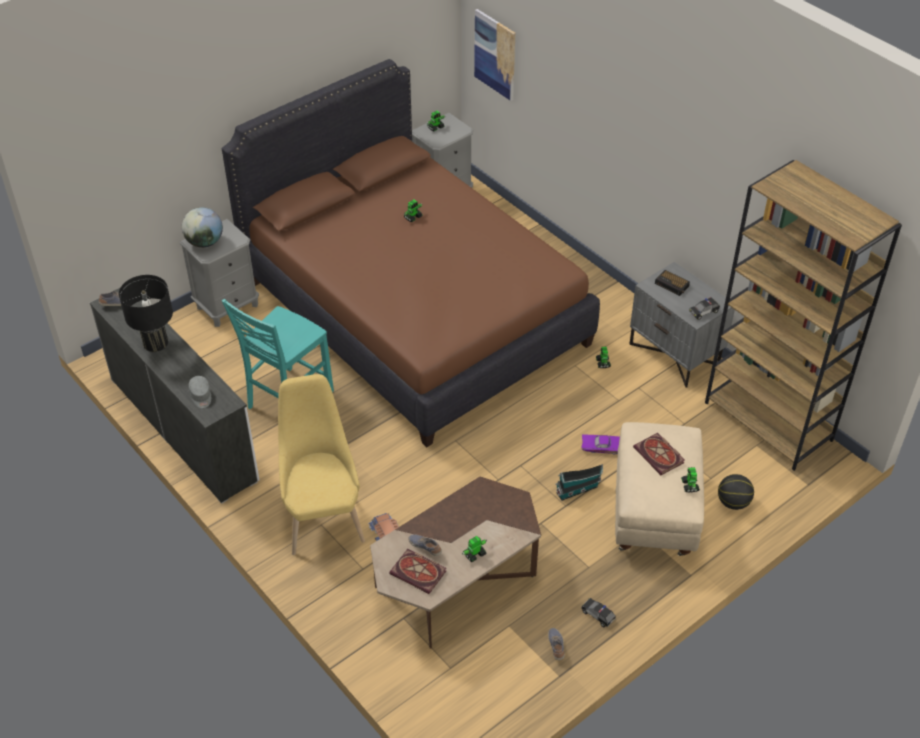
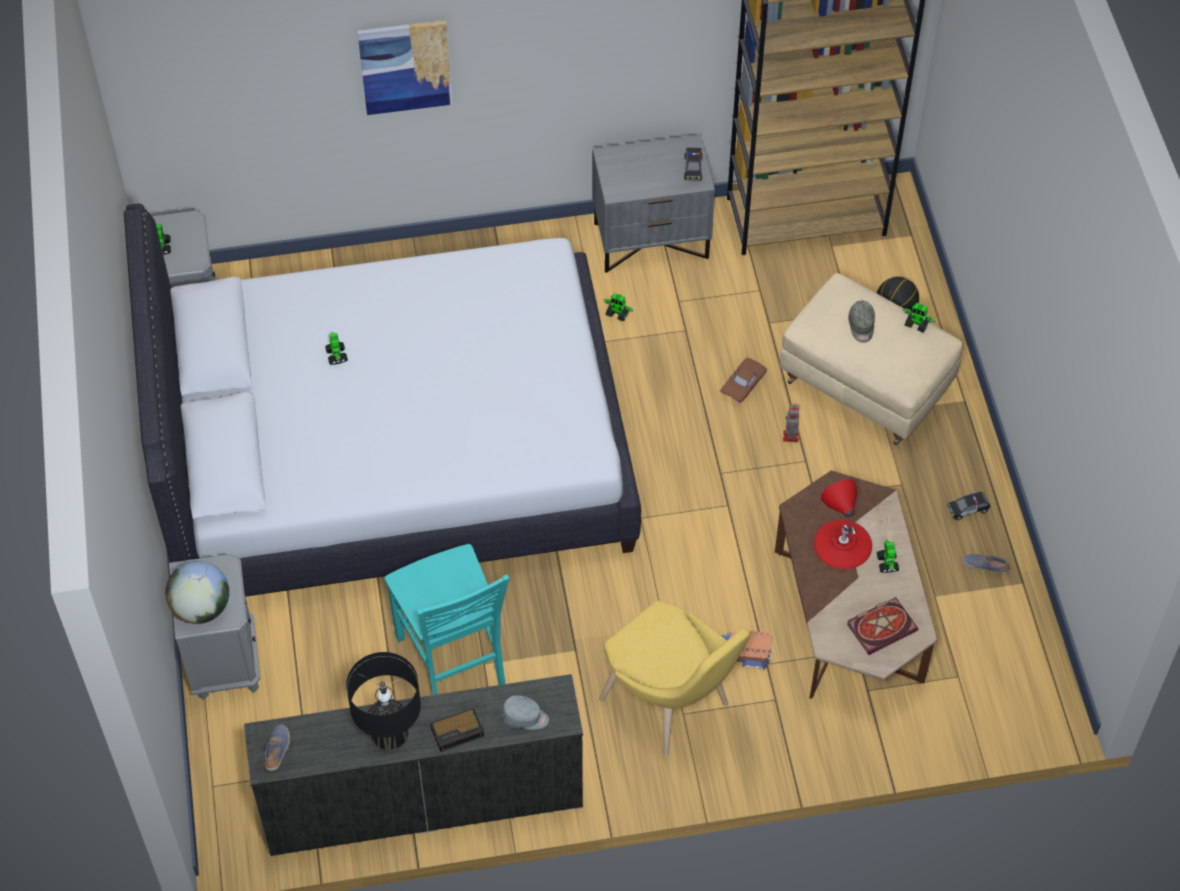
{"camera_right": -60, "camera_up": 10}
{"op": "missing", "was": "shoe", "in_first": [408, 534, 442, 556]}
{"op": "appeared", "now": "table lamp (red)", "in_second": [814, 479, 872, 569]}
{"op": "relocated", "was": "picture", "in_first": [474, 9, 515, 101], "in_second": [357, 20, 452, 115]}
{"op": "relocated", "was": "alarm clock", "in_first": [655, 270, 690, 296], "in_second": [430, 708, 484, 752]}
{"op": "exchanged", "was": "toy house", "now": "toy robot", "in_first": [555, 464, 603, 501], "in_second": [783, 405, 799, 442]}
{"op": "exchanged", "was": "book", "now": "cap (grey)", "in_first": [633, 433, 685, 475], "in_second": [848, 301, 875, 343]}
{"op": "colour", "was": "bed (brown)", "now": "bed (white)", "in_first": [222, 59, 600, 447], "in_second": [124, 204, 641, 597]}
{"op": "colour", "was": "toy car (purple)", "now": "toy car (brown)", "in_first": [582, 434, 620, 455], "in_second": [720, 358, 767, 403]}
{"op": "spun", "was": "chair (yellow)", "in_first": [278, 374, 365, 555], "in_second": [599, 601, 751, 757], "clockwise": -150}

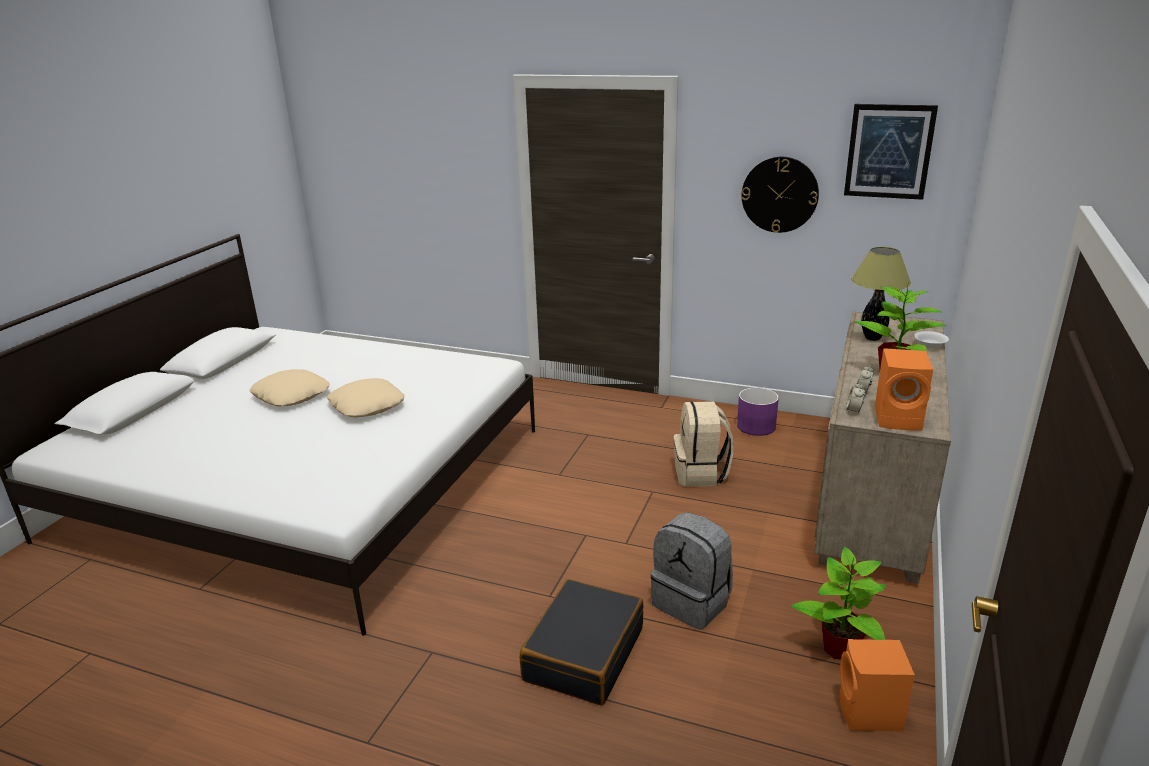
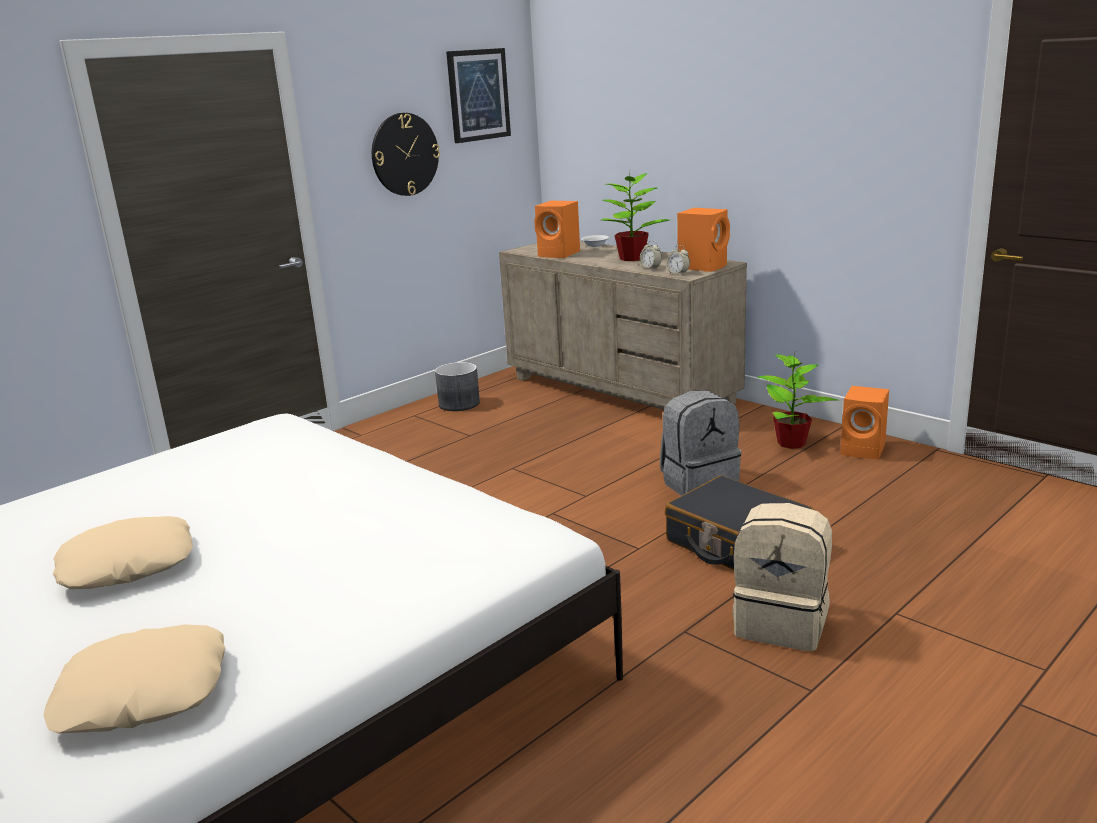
{"camera_right": -65, "camera_up": -5}
{"op": "relocated", "was": "pillow (beige)", "in_first": [326, 378, 405, 418], "in_second": [43, 625, 225, 733]}
{"op": "relocated", "was": "backpack (beige)", "in_first": [674, 401, 733, 487], "in_second": [732, 503, 832, 651]}
{"op": "exchanged", "was": "table lamp", "now": "speaker (orange)", "in_first": [851, 247, 911, 341], "in_second": [534, 201, 580, 258]}
{"op": "colour", "was": "planter (purple)", "now": "planter (grey)", "in_first": [737, 387, 779, 436], "in_second": [435, 362, 480, 411]}

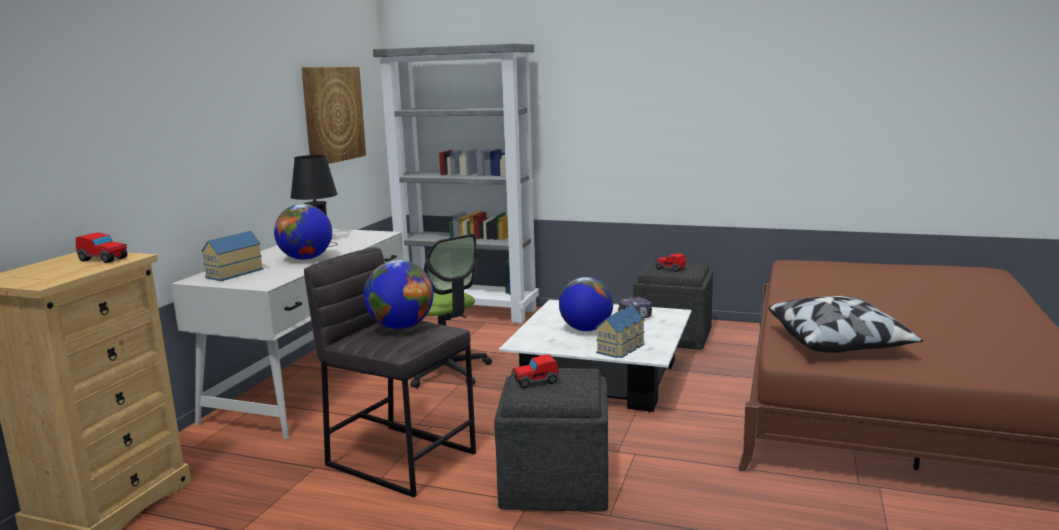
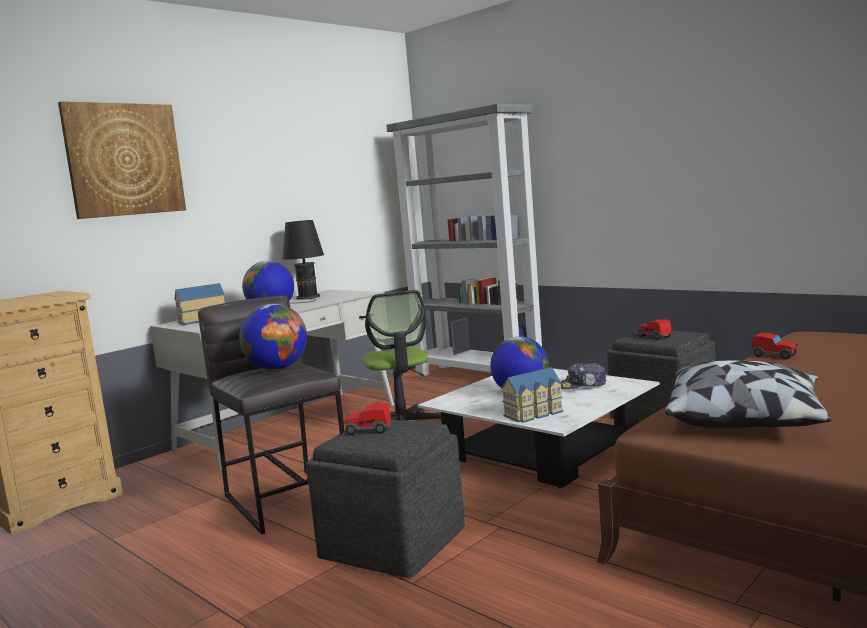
{"camera_right": 25, "camera_up": -5}
{"op": "relocated", "was": "toy car", "in_first": [76, 233, 127, 263], "in_second": [752, 333, 798, 360]}
{"op": "relocated", "was": "picture", "in_first": [301, 67, 366, 164], "in_second": [58, 101, 186, 219]}

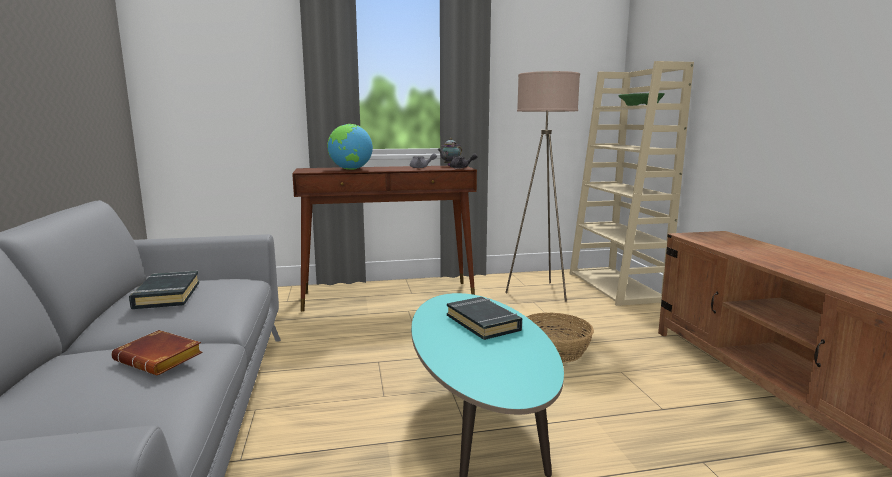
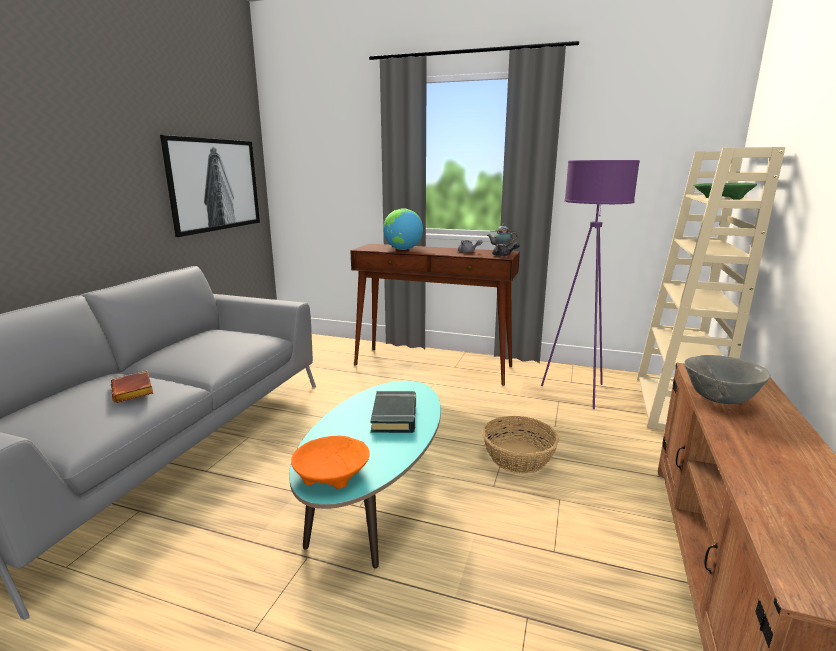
{"camera_right": 30, "camera_up": 5}
{"op": "missing", "was": "book (black)", "in_first": [129, 271, 200, 309]}
{"op": "appeared", "now": "picture", "in_second": [160, 135, 260, 237]}
{"op": "appeared", "now": "bowl (orange)", "in_second": [291, 436, 370, 489]}
{"op": "appeared", "now": "bowl (grey)", "in_second": [684, 355, 770, 404]}
{"op": "colour", "was": "floor lamp (beige)", "now": "floor lamp (purple)", "in_first": [505, 71, 580, 302], "in_second": [541, 160, 640, 409]}

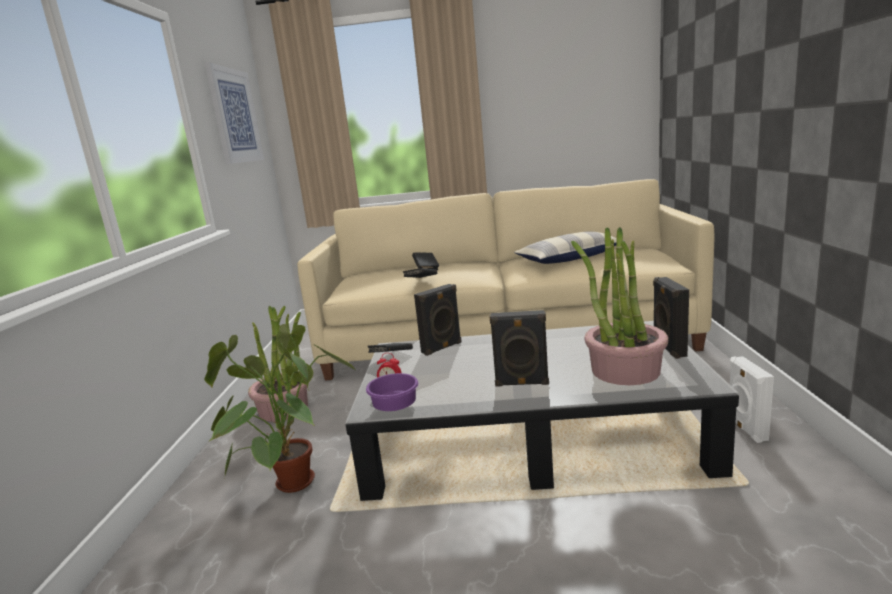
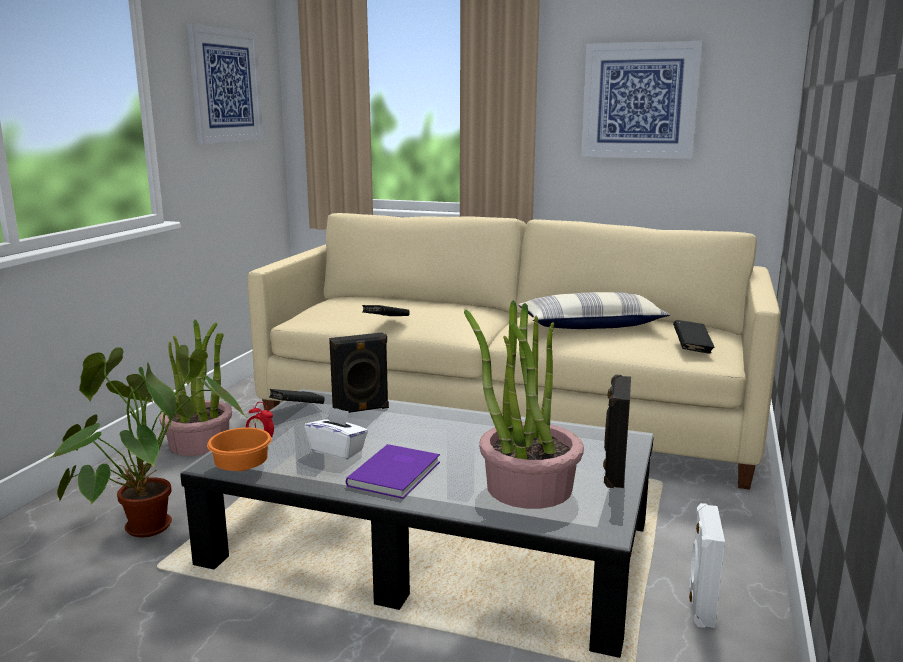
{"camera_right": 15, "camera_up": 0}
{"op": "appeared", "now": "tissue box (white)", "in_second": [304, 407, 368, 460]}
{"op": "appeared", "now": "picture", "in_second": [581, 41, 702, 159]}
{"op": "relocated", "was": "book (black)", "in_first": [412, 253, 439, 270], "in_second": [673, 320, 714, 354]}
{"op": "exchanged", "was": "speaker (black)", "now": "book (purple)", "in_first": [490, 310, 549, 387], "in_second": [346, 444, 440, 499]}
{"op": "colour", "was": "bowl (purple)", "now": "bowl (orange)", "in_first": [366, 373, 418, 411], "in_second": [207, 428, 272, 471]}

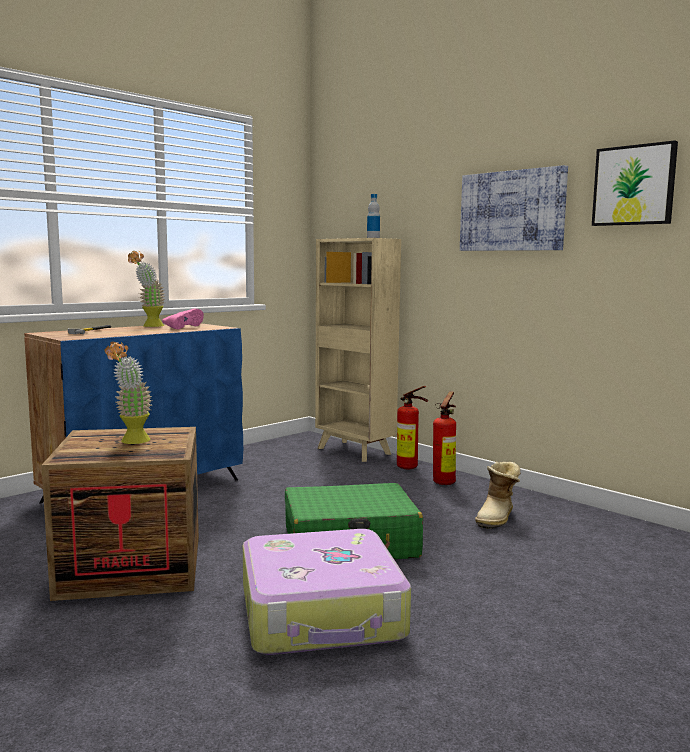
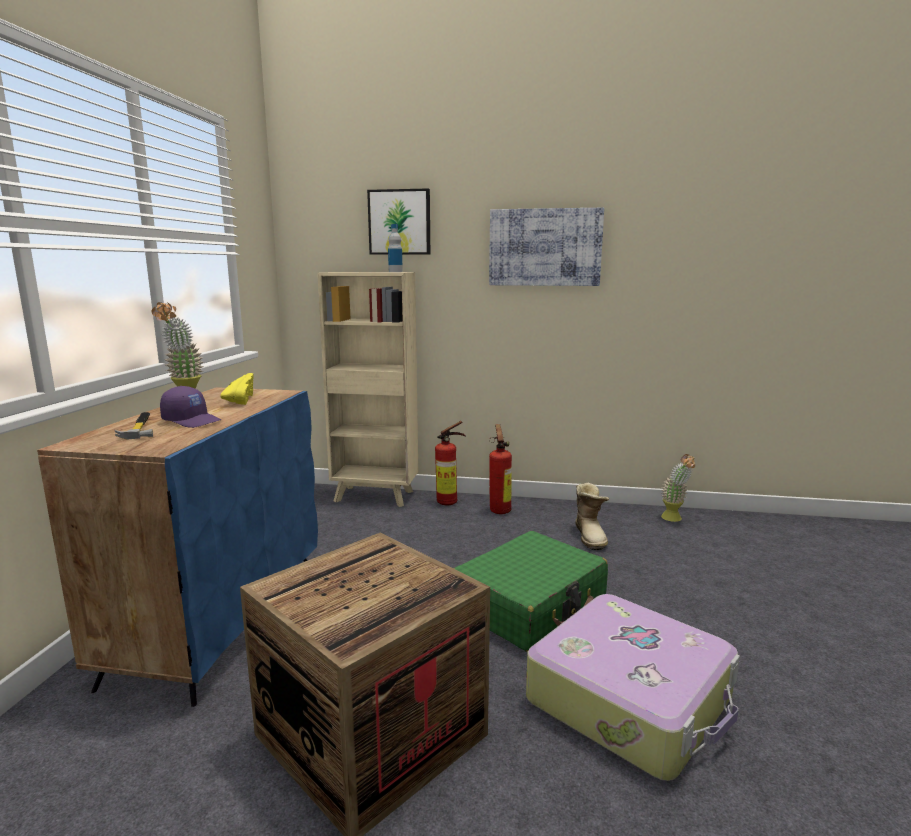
{"camera_right": -35, "camera_up": 5}
{"op": "appeared", "now": "cap (purple)", "in_second": [160, 386, 221, 428]}
{"op": "relocated", "was": "potted plant", "in_first": [105, 341, 152, 444], "in_second": [661, 454, 695, 522]}
{"op": "relocated", "was": "picture", "in_first": [592, 140, 678, 226], "in_second": [367, 188, 430, 255]}
{"op": "colour", "was": "shoe (pink)", "now": "shoe (yellow)", "in_first": [162, 309, 204, 329], "in_second": [221, 373, 253, 405]}

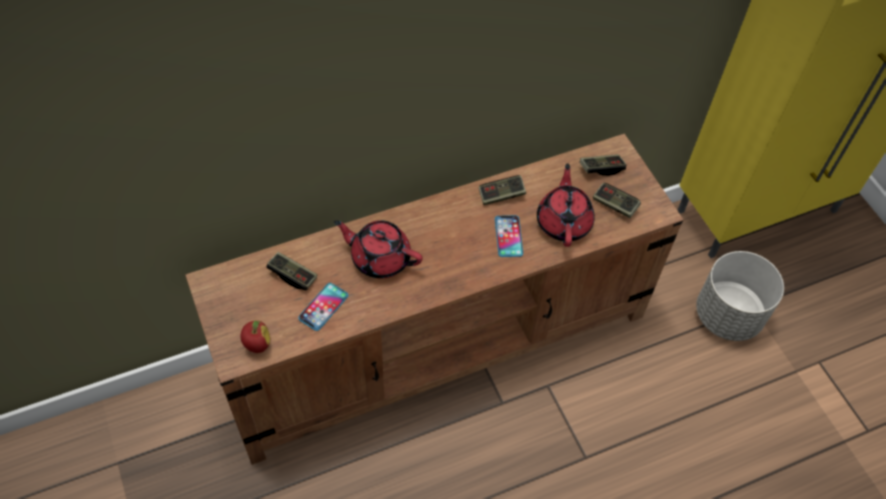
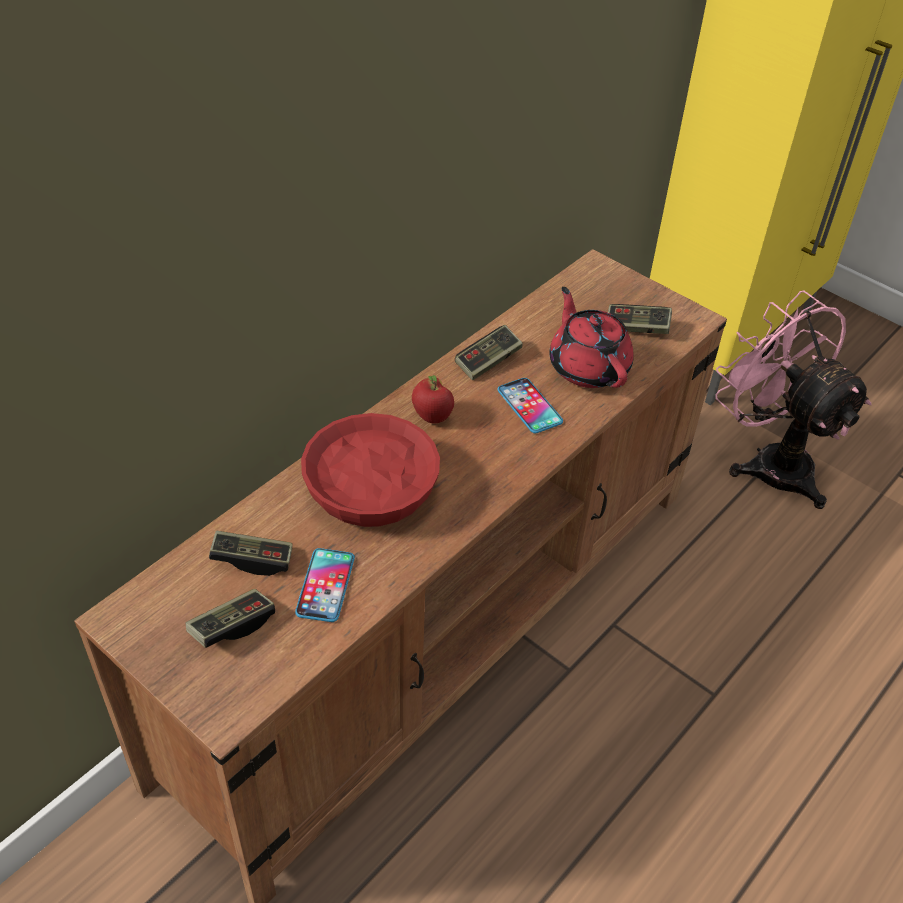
{"camera_right": -25, "camera_up": -10}
{"op": "relocated", "was": "apple", "in_first": [240, 320, 270, 353], "in_second": [412, 375, 454, 424]}
{"op": "relocated", "was": "game controller", "in_first": [580, 154, 627, 176], "in_second": [186, 589, 275, 648]}
{"op": "exchanged", "was": "teapot (red)", "now": "bowl (red)", "in_first": [334, 220, 423, 278], "in_second": [301, 413, 440, 527]}
{"op": "exchanged", "was": "planter (grey)", "now": "fan (pink)", "in_first": [696, 251, 784, 341], "in_second": [715, 290, 872, 509]}

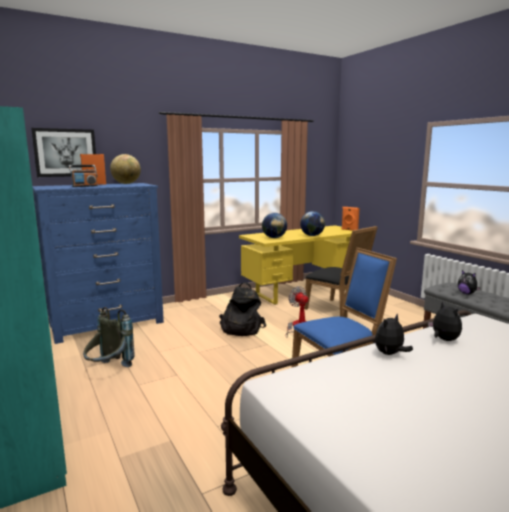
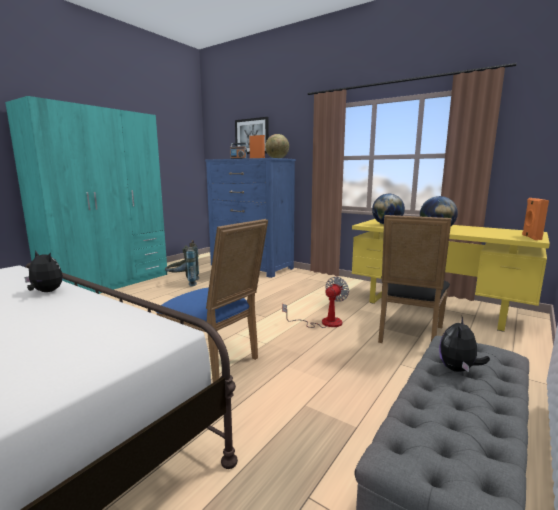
{"camera_right": 65, "camera_up": 0}
{"op": "missing", "was": "backpack (black)", "in_first": [219, 282, 266, 336]}
{"op": "missing", "was": "plush toy", "in_first": [428, 301, 462, 341]}

